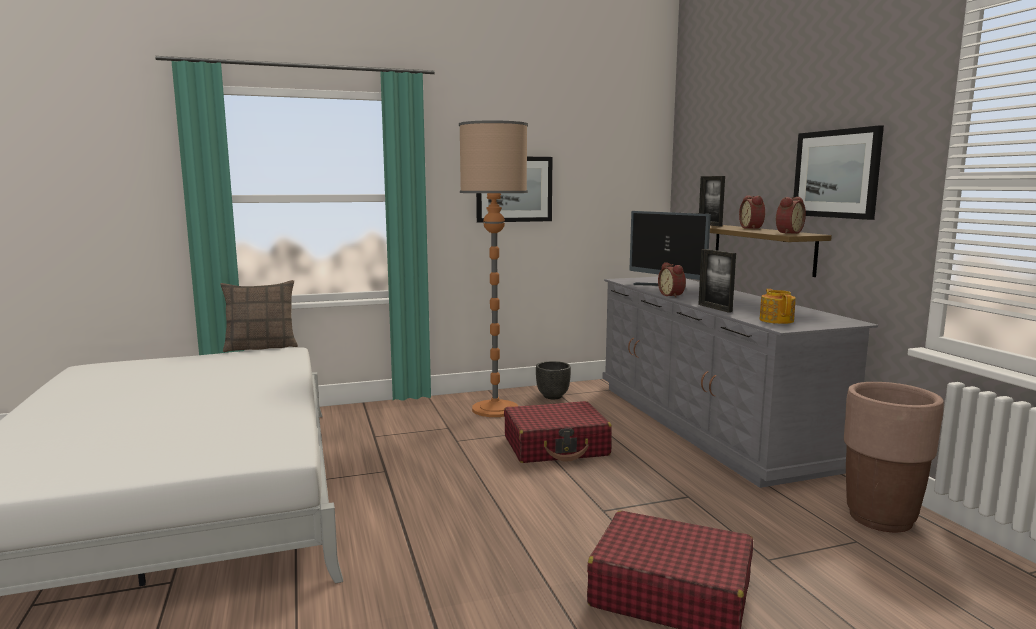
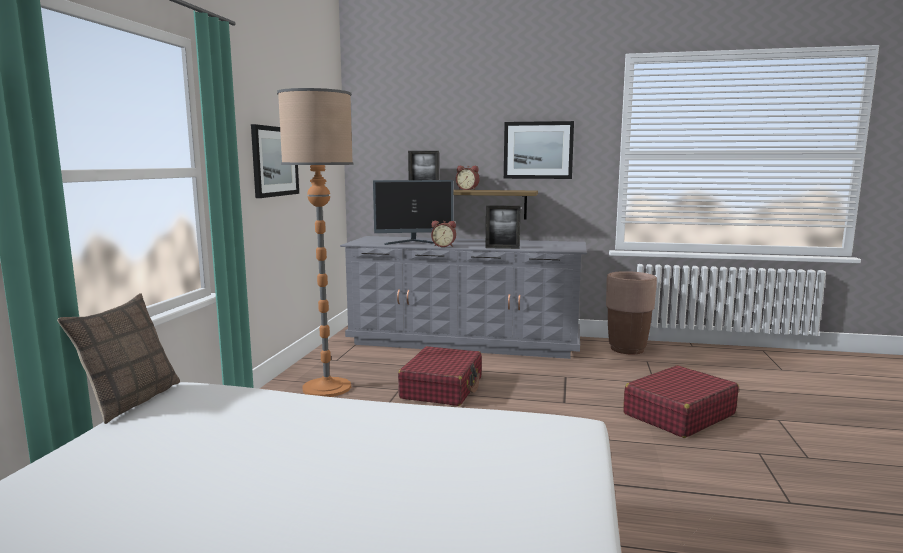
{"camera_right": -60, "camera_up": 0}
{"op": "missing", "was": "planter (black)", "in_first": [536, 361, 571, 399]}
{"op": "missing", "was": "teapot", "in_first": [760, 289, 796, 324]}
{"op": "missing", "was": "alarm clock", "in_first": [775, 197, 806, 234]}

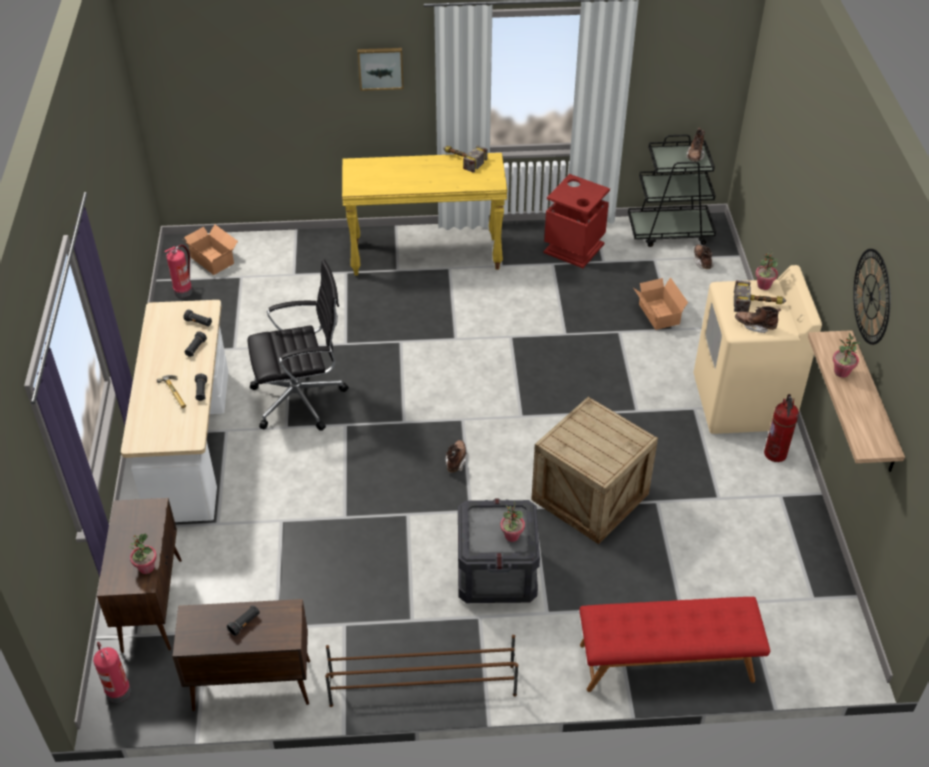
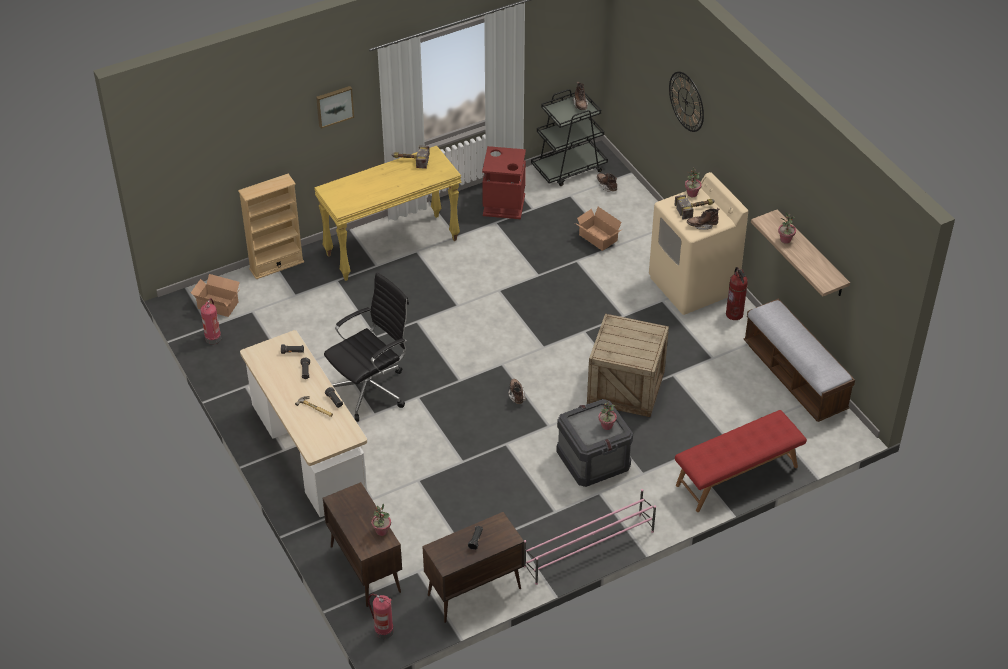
{"camera_right": -25, "camera_up": 0}
{"op": "appeared", "now": "bookcase (beige)", "in_second": [238, 174, 304, 279]}
{"op": "appeared", "now": "bench", "in_second": [744, 298, 855, 422]}
{"op": "relocated", "was": "wall clock", "in_first": [853, 249, 891, 345], "in_second": [669, 72, 704, 132]}
{"op": "colour", "was": "shoe rack (brown)", "now": "shoe rack (pink)", "in_first": [325, 635, 518, 707], "in_second": [524, 489, 656, 585]}

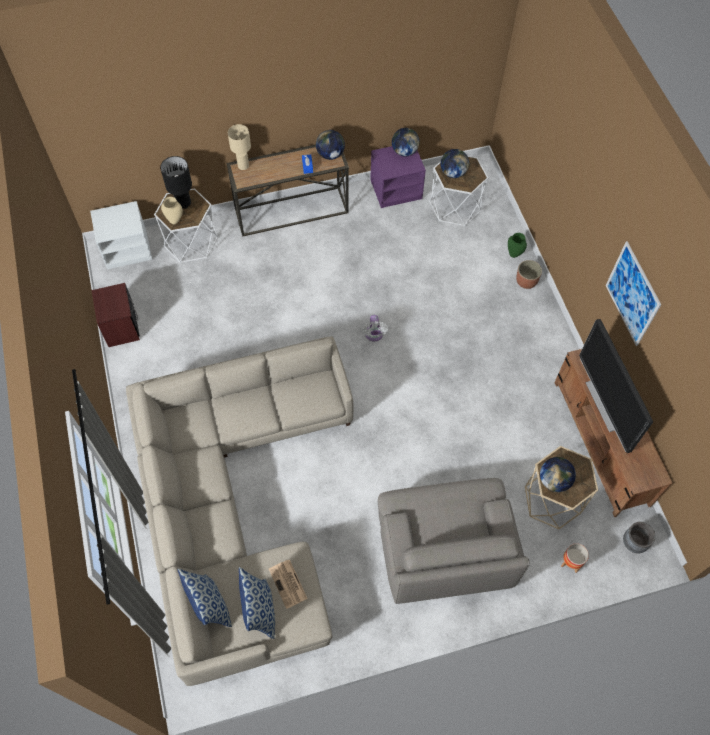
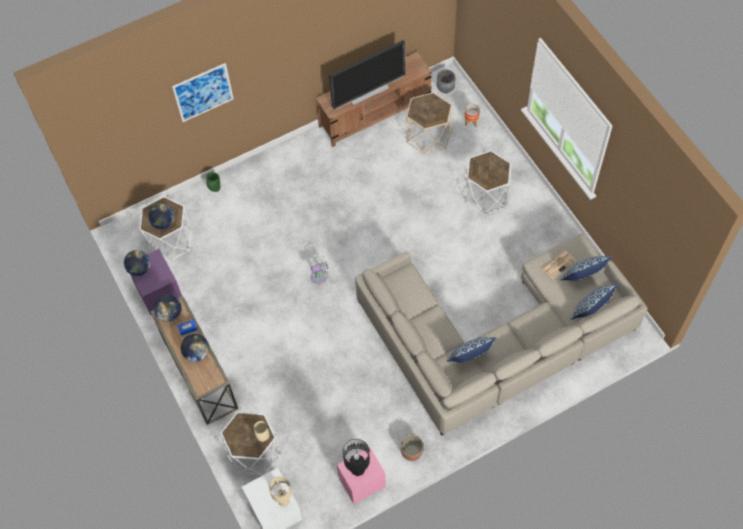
{"camera_right": -100, "camera_up": 0}
{"op": "appeared", "now": "pillow", "in_second": [447, 337, 496, 362]}
{"op": "relocated", "was": "table lamp (black)", "in_first": [160, 156, 192, 209], "in_second": [343, 439, 370, 476]}
{"op": "relocated", "was": "table lamp (beige)", "in_first": [228, 124, 251, 170], "in_second": [269, 477, 292, 506]}
{"op": "relocated", "was": "planter", "in_first": [516, 260, 542, 289], "in_second": [400, 435, 423, 461]}
{"op": "relocated", "was": "globe", "in_first": [540, 457, 576, 492], "in_second": [181, 334, 209, 362]}
{"op": "relocated", "was": "picture", "in_first": [606, 241, 661, 346], "in_second": [172, 63, 234, 122]}
{"op": "exchanged", "was": "armchair (grey)", "now": "side table (white)", "in_first": [378, 478, 530, 604], "in_second": [464, 150, 511, 215]}
{"op": "colour", "was": "nightstand (brown)", "now": "nightstand (pink)", "in_first": [92, 283, 140, 347], "in_second": [337, 447, 386, 504]}

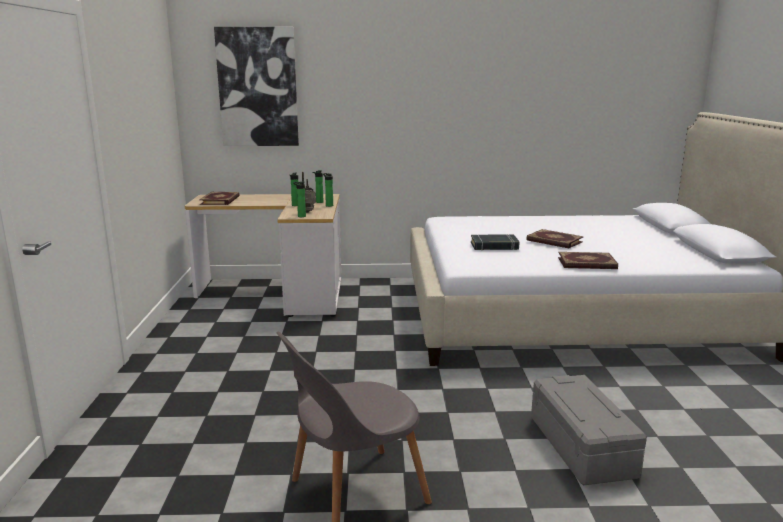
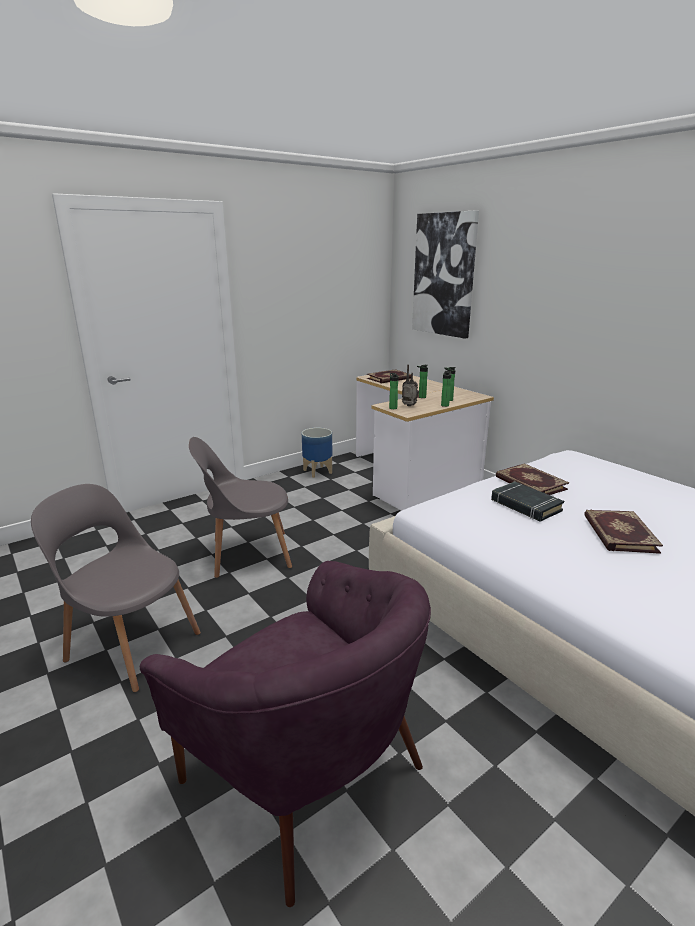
{"camera_right": 55, "camera_up": 5}
{"op": "appeared", "now": "chair (grey)", "in_second": [189, 437, 292, 578]}
{"op": "appeared", "now": "planter", "in_second": [302, 428, 332, 478]}
{"op": "relocated", "was": "book", "in_first": [558, 252, 618, 269], "in_second": [496, 463, 569, 495]}
{"op": "exchanged", "was": "storage box (grey)", "now": "armchair (purple)", "in_first": [531, 375, 647, 486], "in_second": [140, 561, 431, 907]}

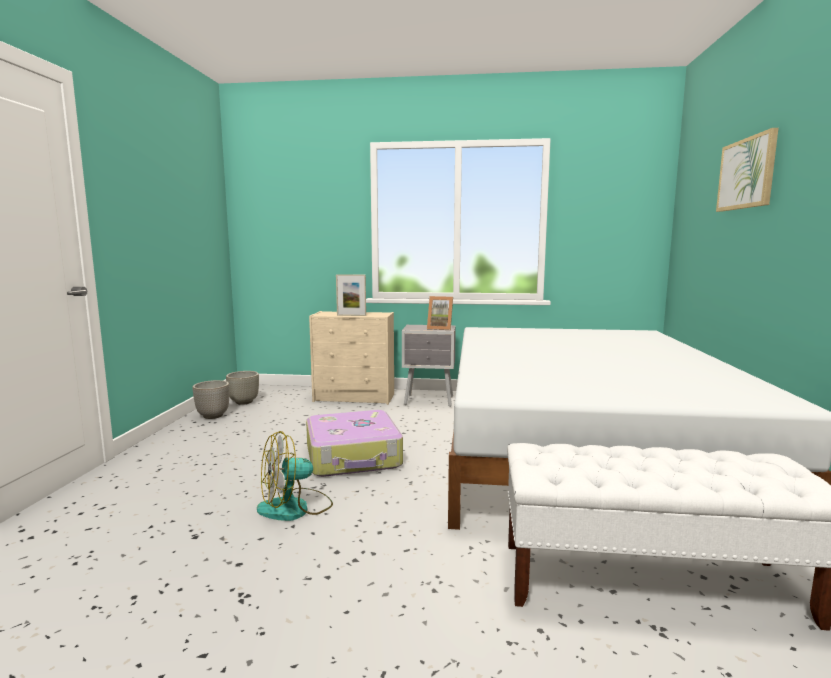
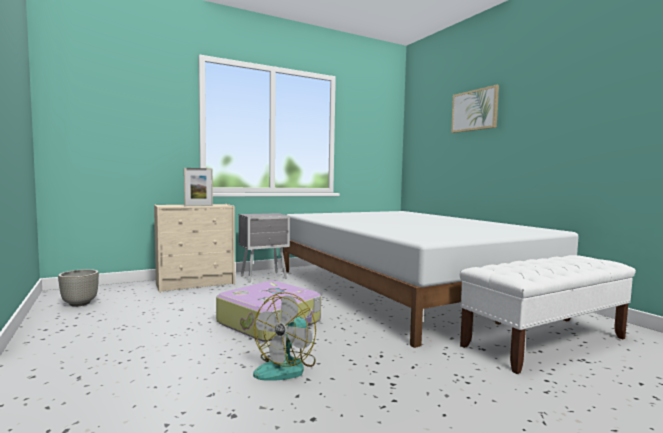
{"camera_right": -35, "camera_up": -5}
{"op": "missing", "was": "planter", "in_first": [193, 380, 229, 419]}
{"op": "missing", "was": "picture frame", "in_first": [427, 296, 453, 330]}

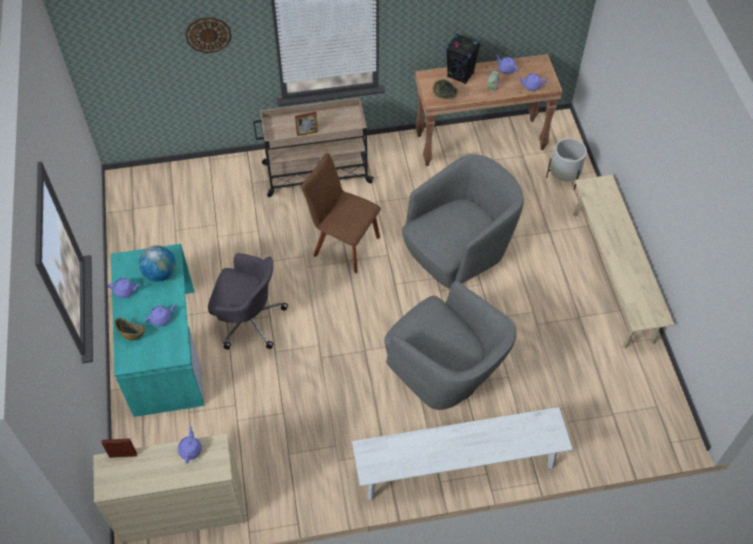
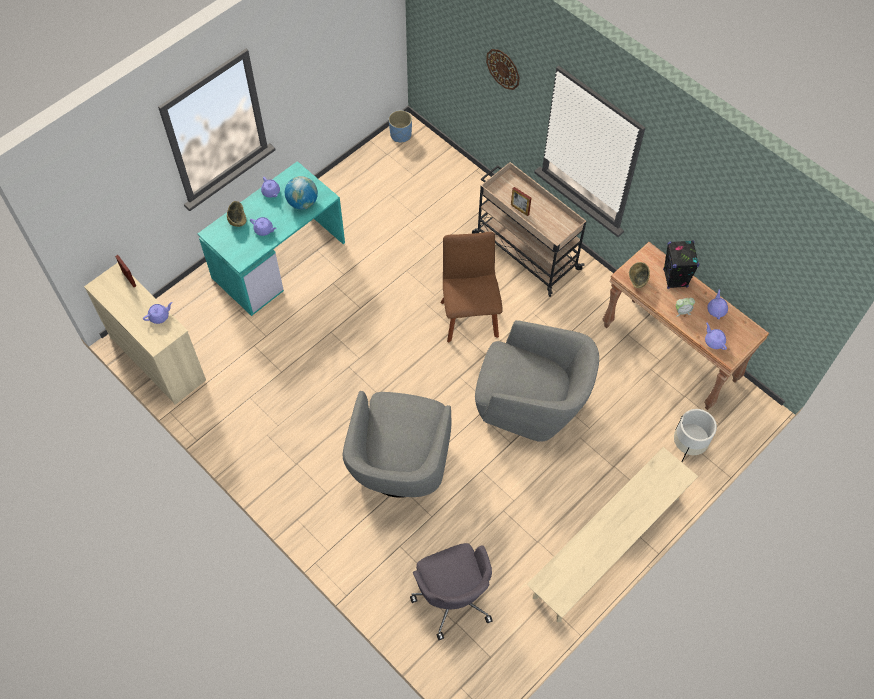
{"camera_right": 55, "camera_up": 5}
{"op": "missing", "was": "bench (white)", "in_first": [352, 407, 573, 500]}
{"op": "appeared", "now": "planter (blue)", "in_second": [389, 110, 412, 142]}
{"op": "relocated", "was": "office chair (grey)", "in_first": [208, 253, 288, 350], "in_second": [410, 543, 493, 640]}

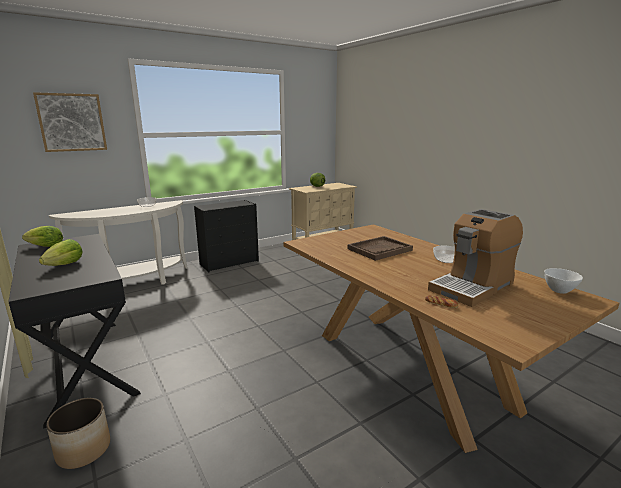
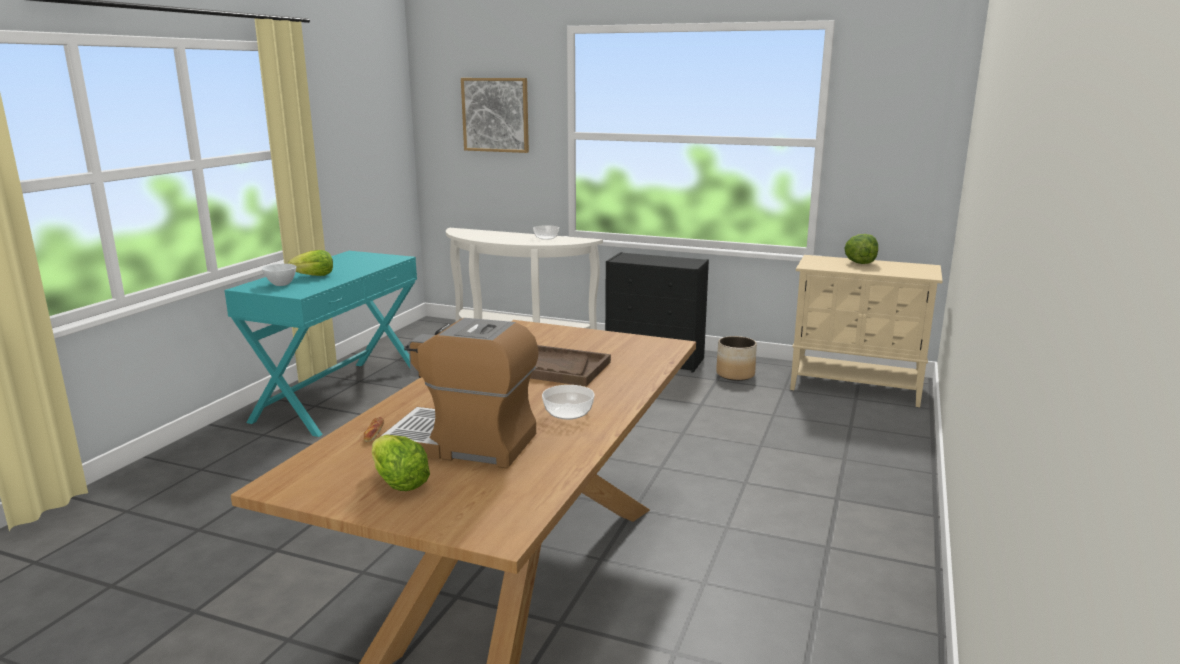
{"camera_right": 55, "camera_up": 0}
{"op": "relocated", "was": "lettuce", "in_first": [22, 226, 63, 247], "in_second": [372, 434, 430, 491]}
{"op": "relocated", "was": "planter", "in_first": [46, 398, 110, 469], "in_second": [716, 336, 757, 381]}
{"op": "relocated", "was": "bowl (white)", "in_first": [544, 268, 583, 294], "in_second": [262, 264, 297, 286]}
{"op": "colour", "was": "console table (black)", "now": "console table (turquoise)", "in_first": [8, 234, 141, 429], "in_second": [224, 251, 417, 437]}

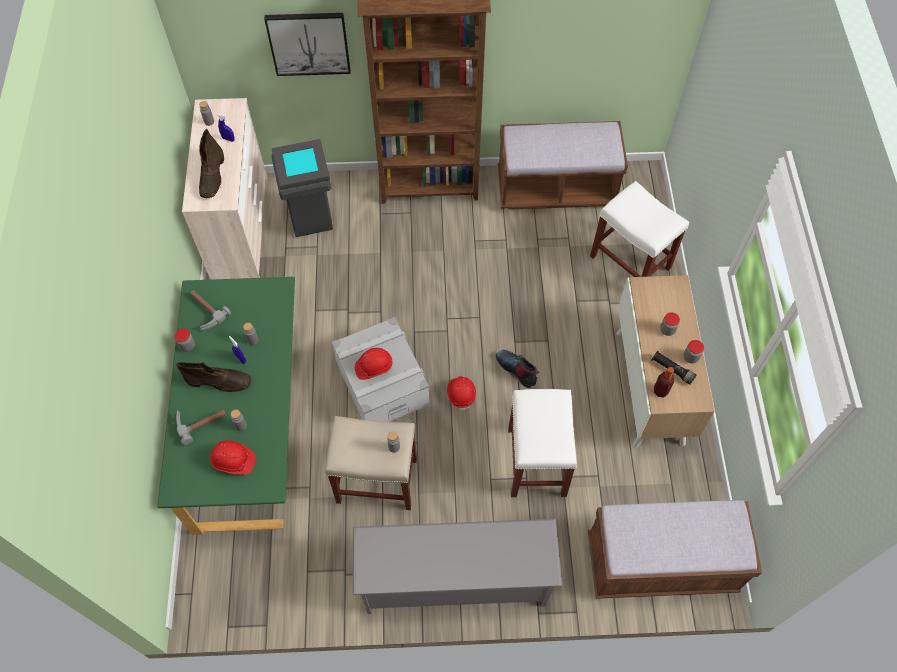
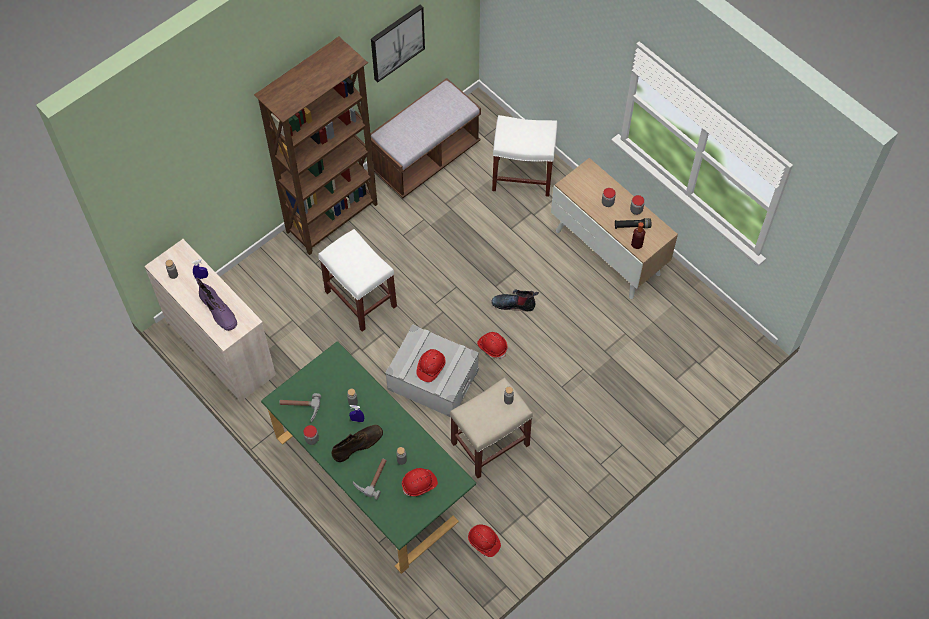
{"camera_right": -40, "camera_up": 0}
{"op": "missing", "was": "trash can (grey)", "in_first": [271, 139, 333, 237]}
{"op": "missing", "was": "shoe rack (grey)", "in_first": [353, 519, 562, 614]}
{"op": "missing", "was": "bench (brown)", "in_first": [588, 500, 762, 599]}
{"op": "appeared", "now": "hard hat (red)", "in_second": [468, 525, 501, 557]}
{"op": "relocated", "was": "picture", "in_first": [264, 13, 350, 76], "in_second": [371, 5, 425, 83]}
{"op": "relocated", "was": "stool (white)", "in_first": [508, 389, 577, 497], "in_second": [318, 229, 397, 332]}
{"op": "colour", "was": "boot (brown)", "now": "boot (purple)", "in_first": [199, 129, 224, 198], "in_second": [196, 278, 237, 331]}

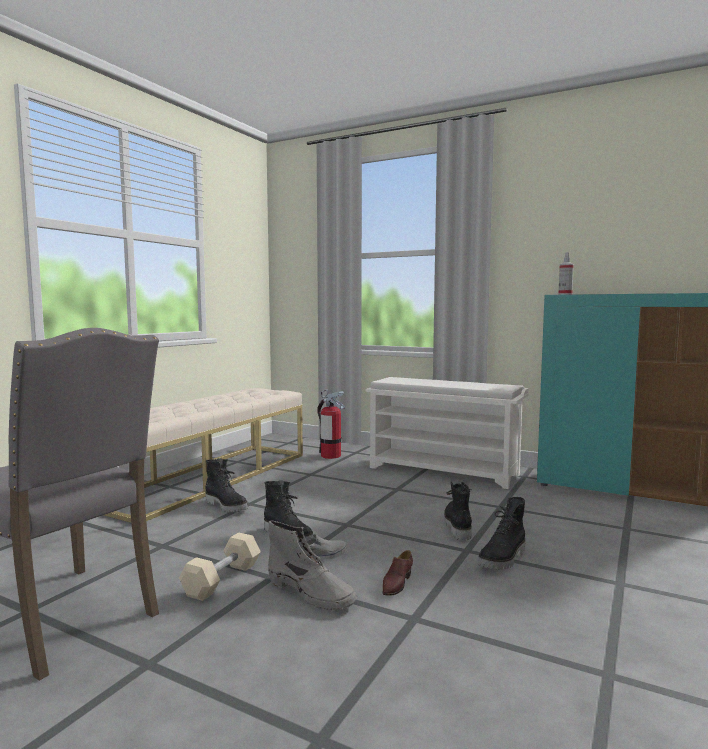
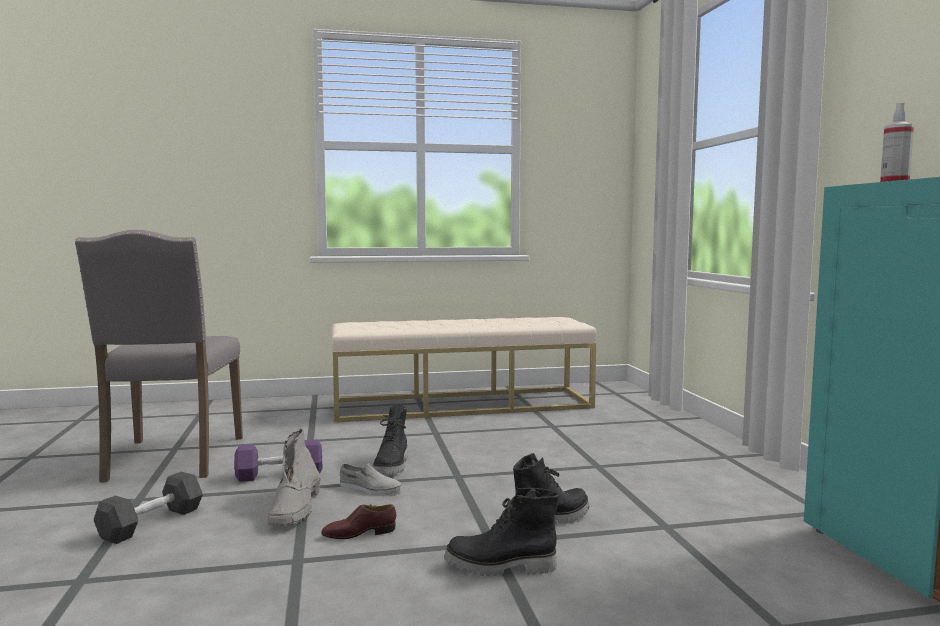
{"camera_right": 50, "camera_up": 0}
{"op": "missing", "was": "boot (black)", "in_first": [205, 458, 248, 512]}
{"op": "missing", "was": "fire extinguisher", "in_first": [317, 389, 345, 459]}
{"op": "missing", "was": "shoe rack (white)", "in_first": [366, 377, 529, 489]}
{"op": "appeared", "now": "dumbbell (black)", "in_second": [94, 472, 203, 544]}
{"op": "colour", "was": "dumbbell (beige)", "now": "dumbbell (purple)", "in_first": [179, 532, 261, 601], "in_second": [234, 439, 322, 482]}

